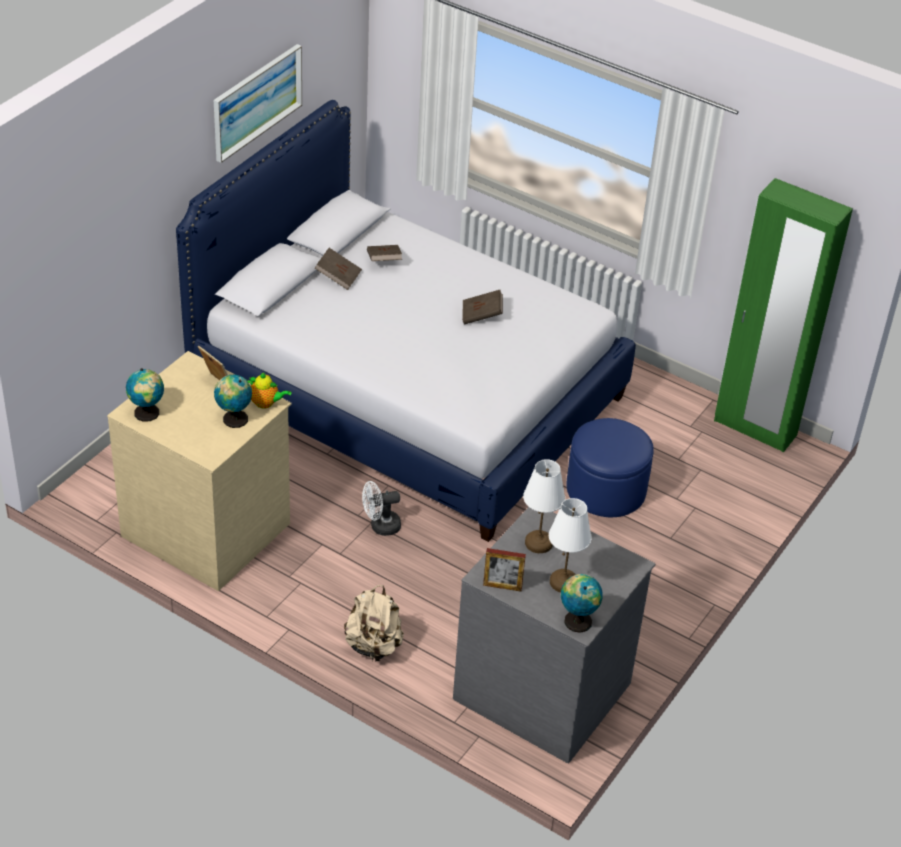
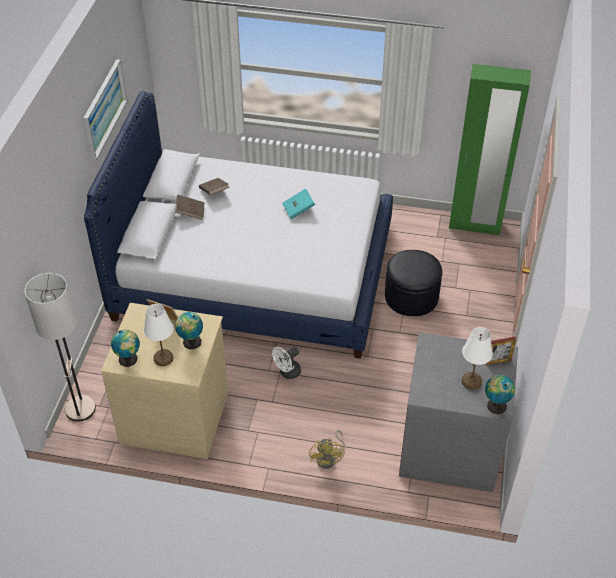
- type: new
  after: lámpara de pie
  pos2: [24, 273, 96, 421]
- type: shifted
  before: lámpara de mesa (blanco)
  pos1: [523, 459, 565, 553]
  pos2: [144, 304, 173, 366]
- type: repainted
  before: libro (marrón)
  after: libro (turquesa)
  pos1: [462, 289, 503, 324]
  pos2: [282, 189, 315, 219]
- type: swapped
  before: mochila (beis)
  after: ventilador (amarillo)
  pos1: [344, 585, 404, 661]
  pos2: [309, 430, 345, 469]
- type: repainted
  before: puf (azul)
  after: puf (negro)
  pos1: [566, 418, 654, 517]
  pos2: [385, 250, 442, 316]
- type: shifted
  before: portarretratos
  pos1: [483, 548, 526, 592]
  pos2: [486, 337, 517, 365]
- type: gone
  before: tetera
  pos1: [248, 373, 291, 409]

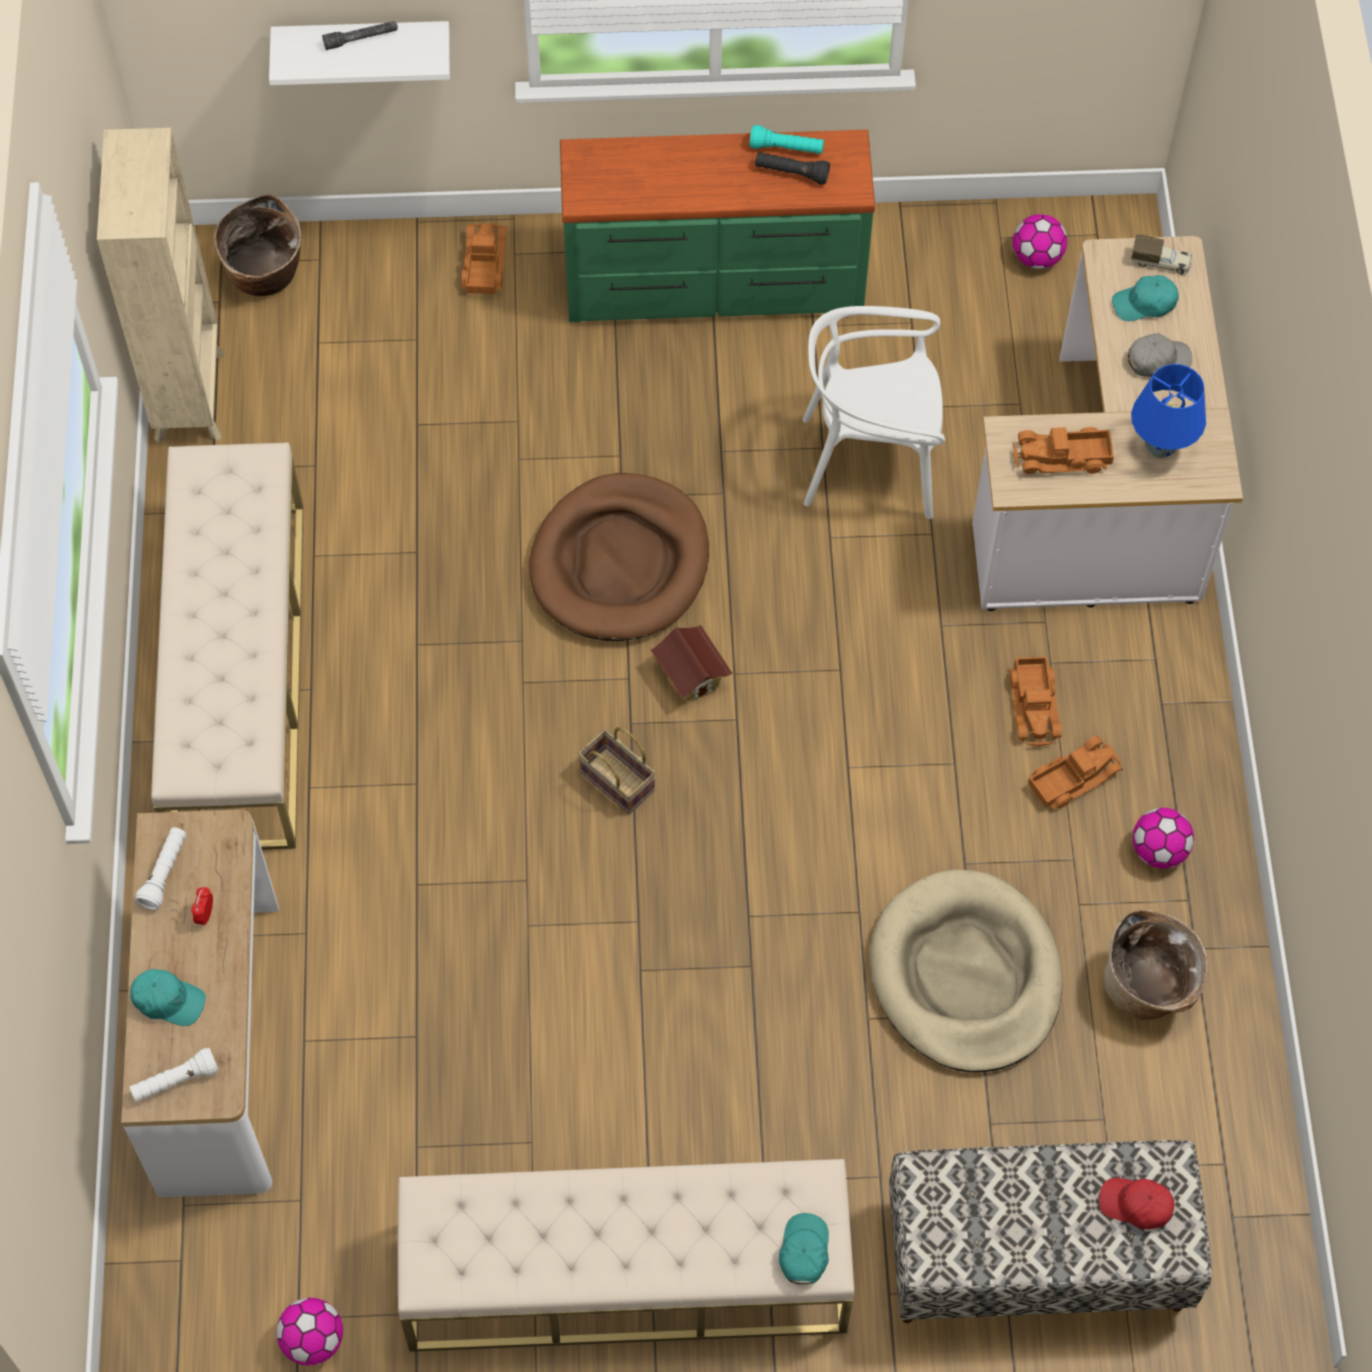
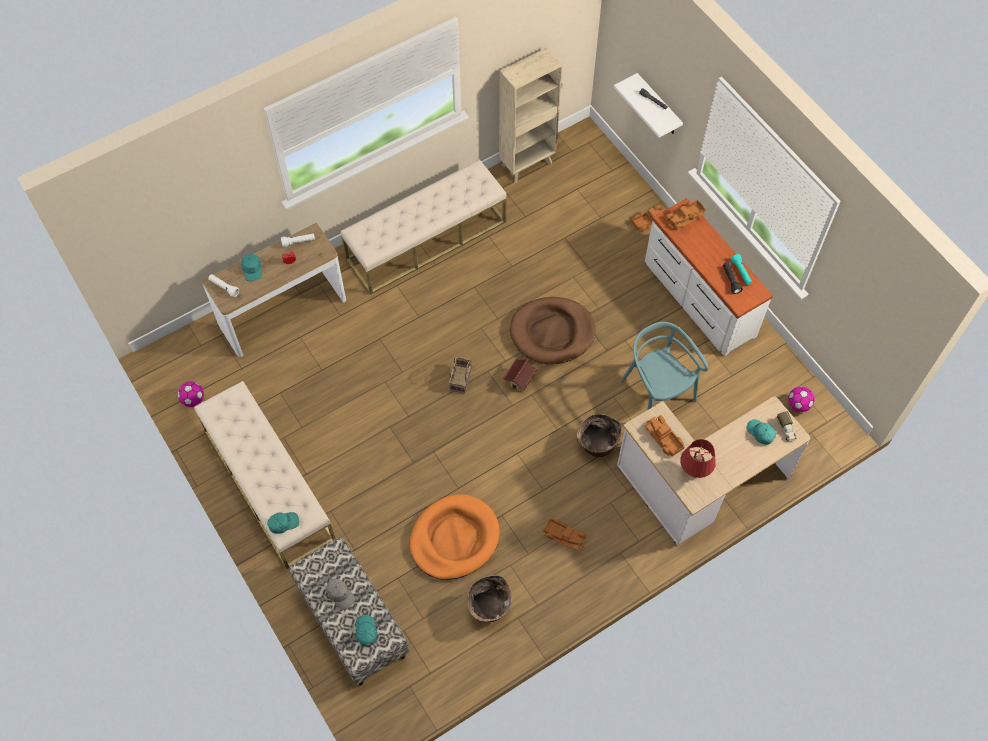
- type: shifted
  before: gorra (gris)
  pos1: [1128, 333, 1192, 377]
  pos2: [326, 579, 355, 609]
- type: repainted
  before: gorra (rojo)
  after: gorra (turquesa)
  pos1: [1099, 1178, 1174, 1229]
  pos2: [356, 615, 378, 646]
- type: repainted
  before: cama para perro (beis)
  after: cama para perro (naranja)
  pos1: [870, 870, 1062, 1072]
  pos2: [410, 494, 500, 580]
- type: shifted
  before: cesta
  pos1: [214, 194, 301, 296]
  pos2: [576, 414, 622, 457]
- type: repainted
  before: silla (blanco)
  after: silla (turquesa)
  pos1: [802, 306, 945, 519]
  pos2: [621, 322, 709, 410]
- type: repainted
  before: cómoda (verde)
  after: cómoda (blanco)
  pos1: [560, 130, 875, 322]
  pos2: [645, 198, 773, 356]
- type: shifted
  before: camión de juguete
  pos1: [1009, 657, 1062, 746]
  pos2: [666, 200, 706, 230]
- type: repainted
  before: lámpara de mesa (azul)
  after: lámpara de mesa (rojo)
  pos1: [1131, 364, 1206, 458]
  pos2: [680, 439, 716, 478]
- type: gone
  before: balón de fútbol
  pos1: [1133, 808, 1194, 868]

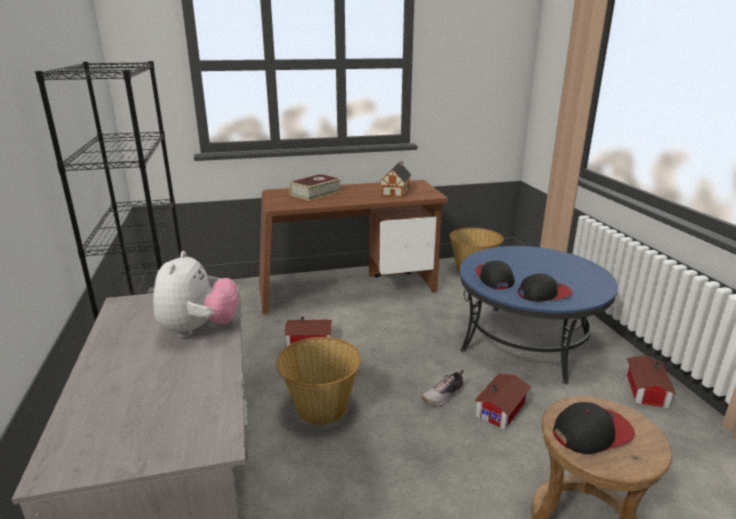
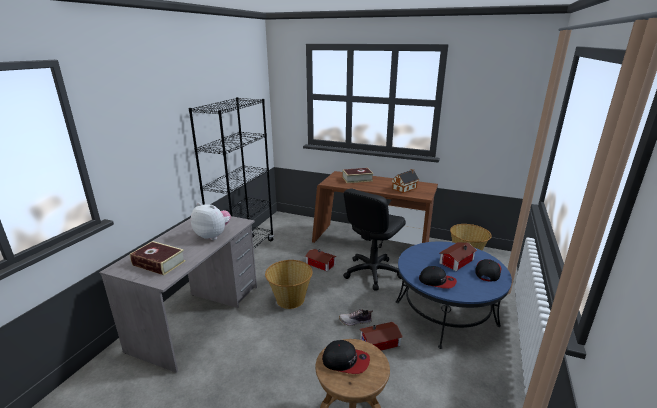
- type: new
  after: libro
  pos2: [130, 241, 186, 275]
- type: rotated
  before: peluche
  pos1: [153, 251, 239, 337]
  pos2: [191, 203, 231, 240]
  turn: -105
- type: new
  after: silla de oficina (negro)
  pos2: [343, 188, 406, 291]
- type: shifted
  before: casita
  pos1: [626, 355, 676, 408]
  pos2: [439, 242, 477, 271]
- type: shifted
  before: gorra
  pos1: [476, 261, 514, 289]
  pos2: [475, 259, 501, 281]

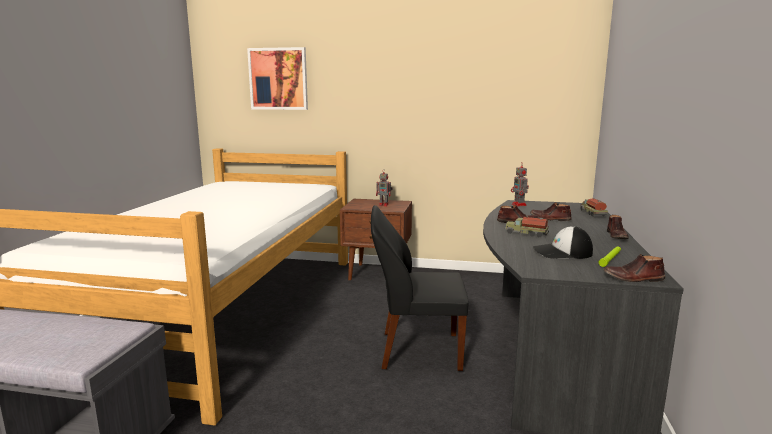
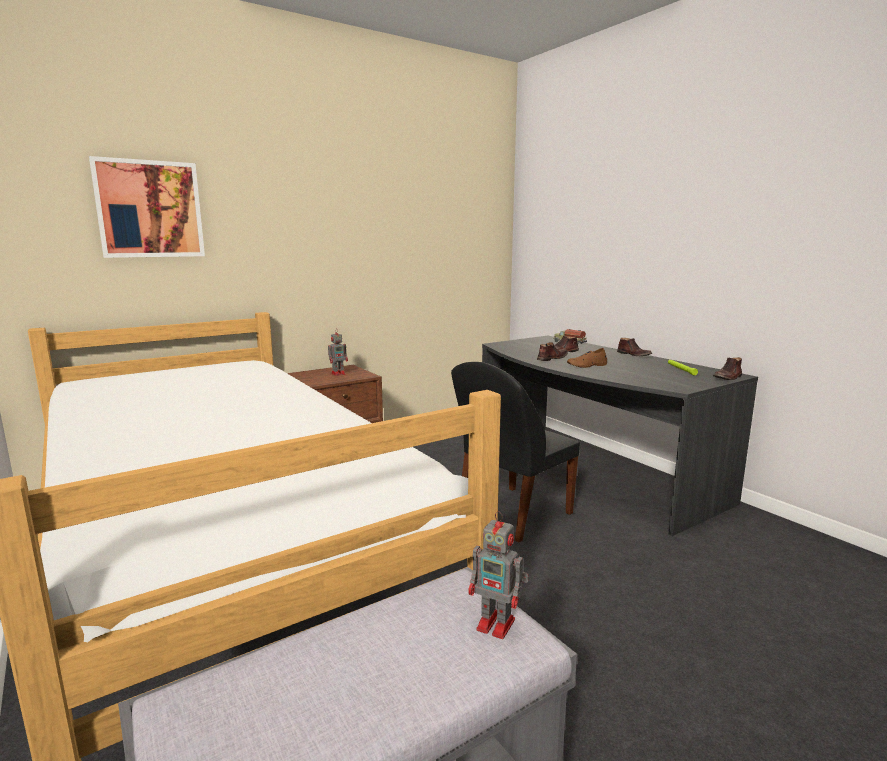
- type: shifted
  before: robot de juguete
  pos1: [511, 163, 529, 207]
  pos2: [468, 511, 529, 639]
- type: swapped
  before: camión de juguete
  after: zapato (marrón)
  pos1: [505, 217, 549, 237]
  pos2: [567, 348, 607, 368]
- type: gone
  before: gorra
  pos1: [533, 226, 593, 259]

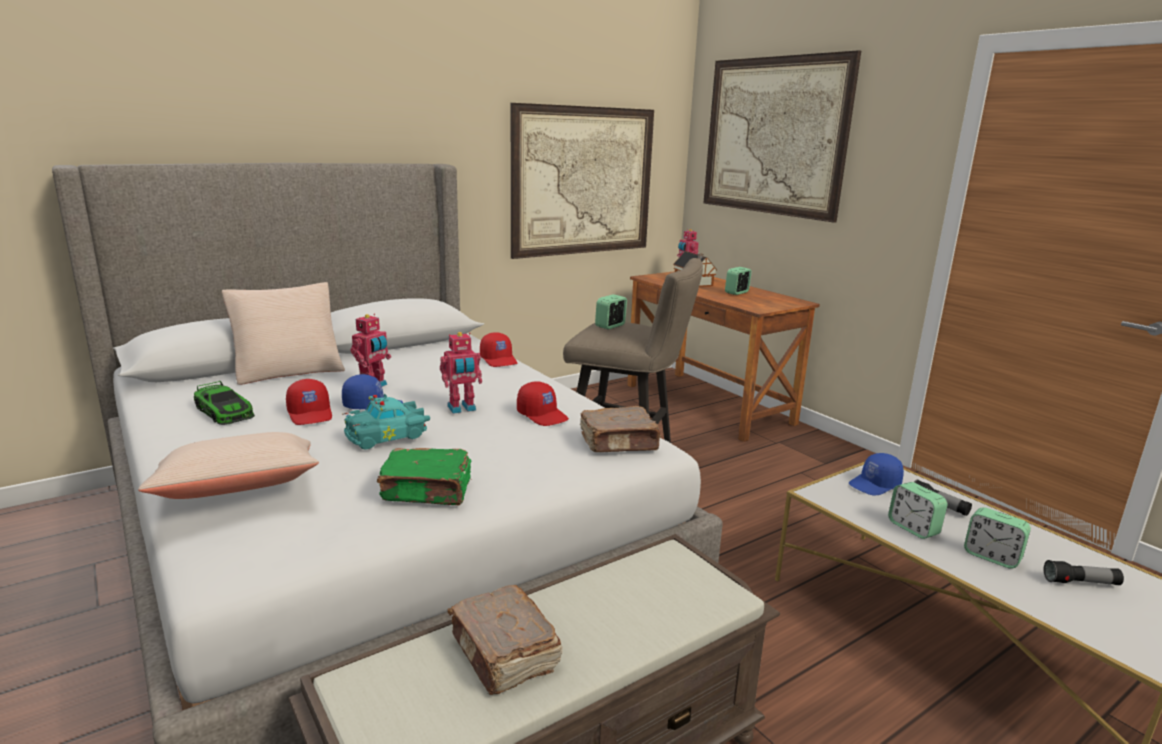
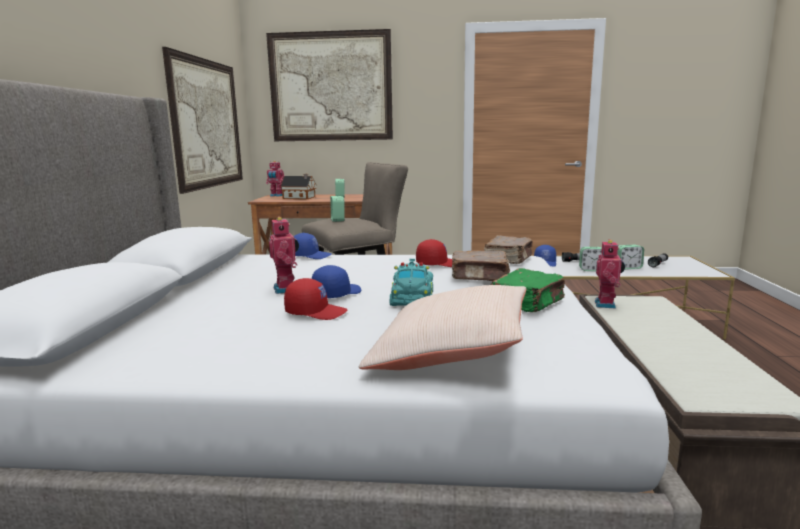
- type: repainted
  before: gorra (rojo)
  after: gorra (azul)
  pos1: [480, 332, 518, 367]
  pos2: [293, 233, 332, 259]
- type: shifted
  before: libro (marrón)
  pos1: [448, 585, 563, 695]
  pos2: [452, 250, 510, 281]
- type: shifted
  before: robot de juguete
  pos1: [440, 332, 482, 414]
  pos2: [595, 239, 625, 309]
- type: gone
  before: coche de juguete
  pos1: [194, 381, 255, 425]
- type: gone
  before: cojín (beis)
  pos1: [222, 282, 345, 385]

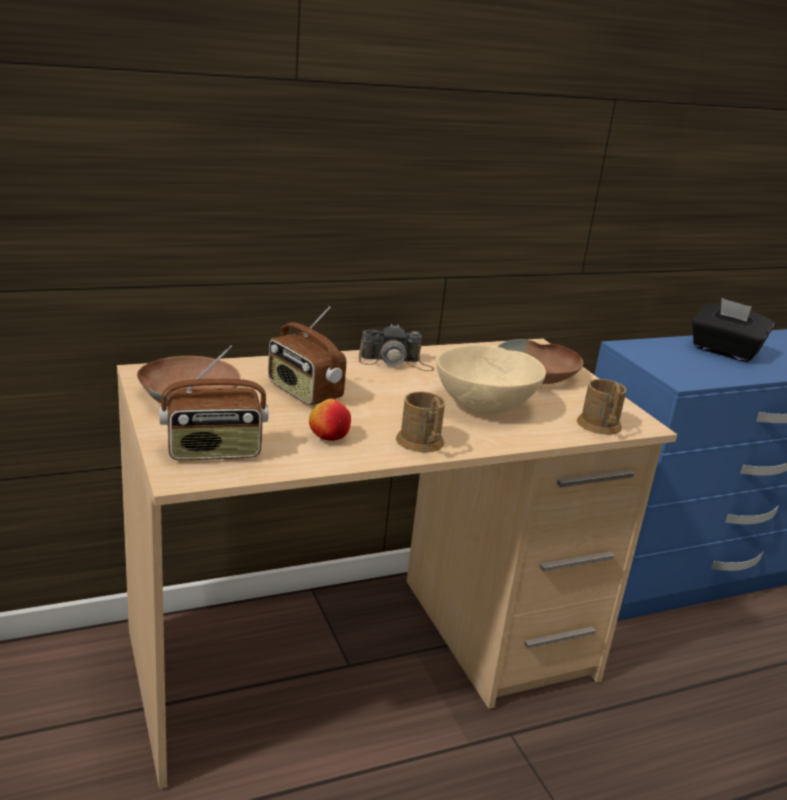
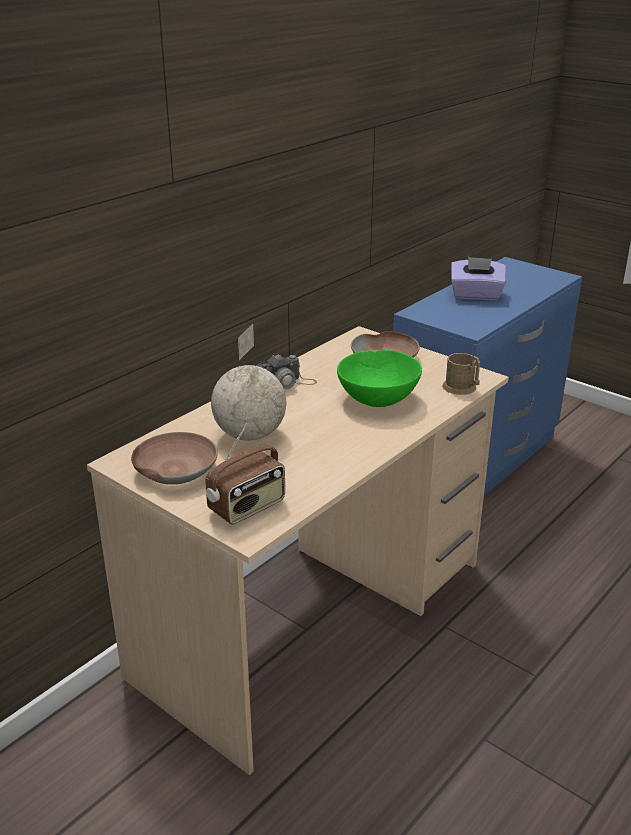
- type: swapped
  before: radio
  after: globo terráqueo
  pos1: [268, 307, 346, 405]
  pos2: [211, 324, 286, 441]
- type: repainted
  before: cuenco (beis)
  after: cuenco (verde)
  pos1: [436, 345, 546, 414]
  pos2: [337, 350, 422, 407]
- type: repainted
  before: caja de pañuelos (negro)
  after: caja de pañuelos (morado)
  pos1: [692, 298, 775, 362]
  pos2: [451, 257, 506, 300]
- type: gone
  before: manzana
  pos1: [309, 398, 351, 441]
- type: gone
  before: taza grande (marrón)
  pos1: [396, 392, 445, 453]

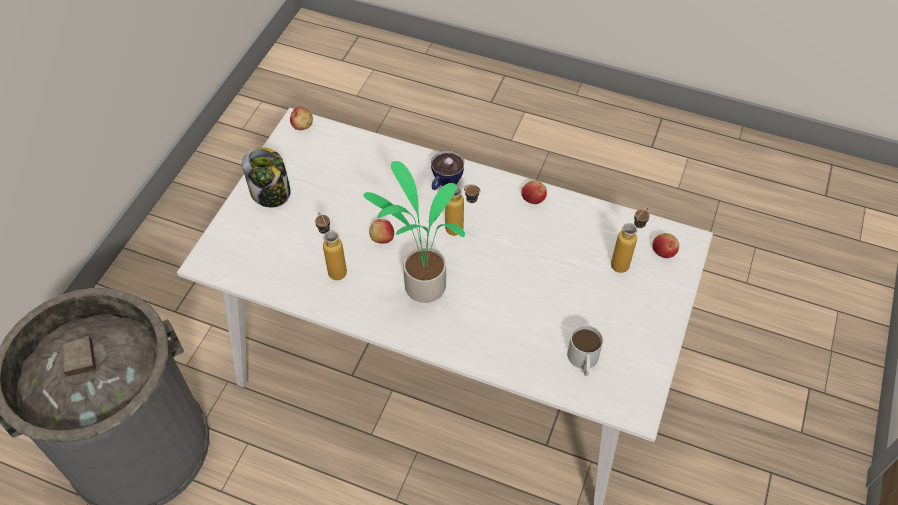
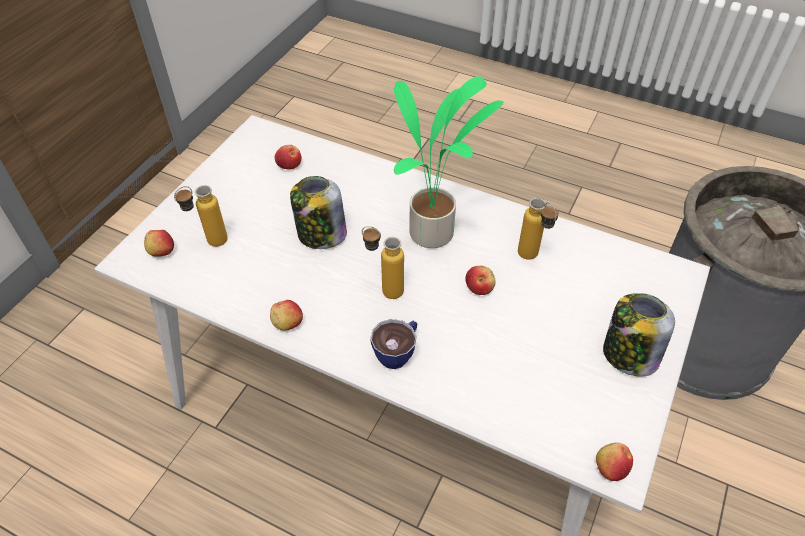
- type: swapped
  before: taza grande (blanco)
  after: manzana
  pos1: [567, 325, 603, 376]
  pos2: [275, 145, 302, 170]
- type: new
  after: tarro
  pos2: [290, 176, 347, 249]

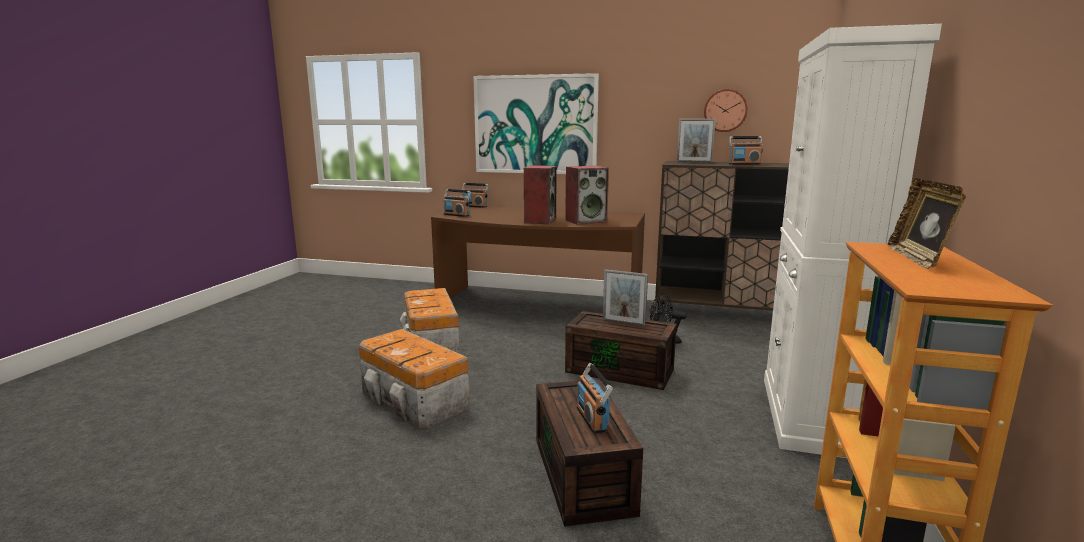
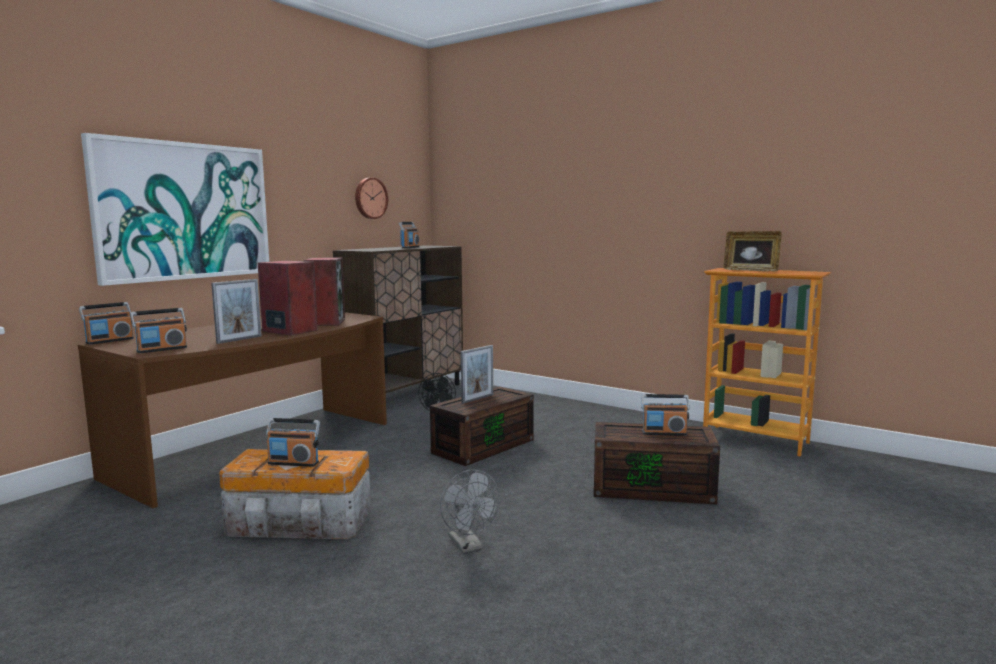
- type: shifted
  before: portarretratos
  pos1: [677, 119, 716, 163]
  pos2: [211, 279, 262, 344]
- type: new
  after: radio
  pos2: [266, 418, 320, 467]
- type: swapped
  before: caja de almacenaje
  after: ventilador (gris)
  pos1: [359, 329, 470, 428]
  pos2: [440, 469, 500, 553]
- type: gone
  before: armario (blanco)
  pos1: [764, 24, 942, 458]

